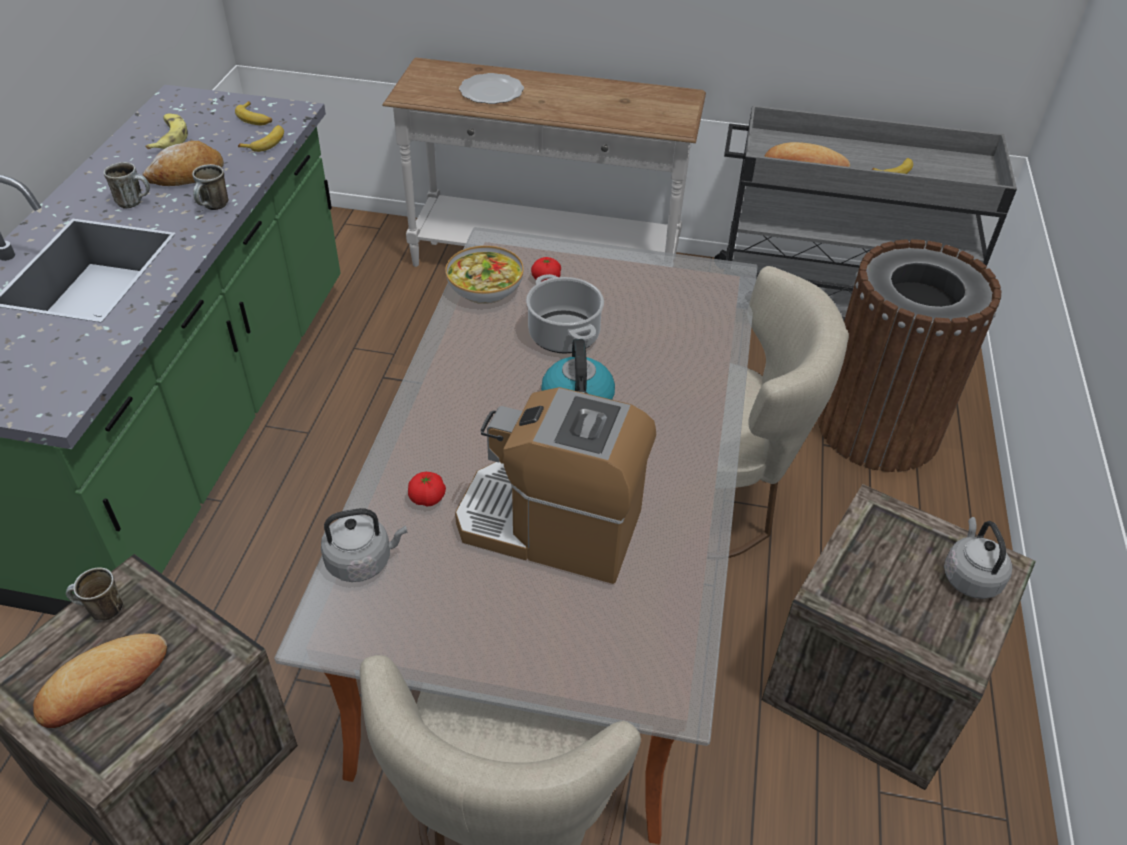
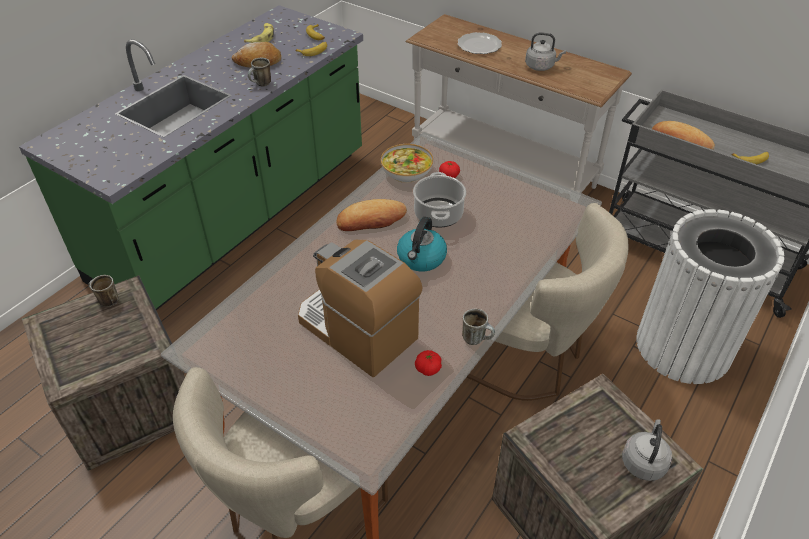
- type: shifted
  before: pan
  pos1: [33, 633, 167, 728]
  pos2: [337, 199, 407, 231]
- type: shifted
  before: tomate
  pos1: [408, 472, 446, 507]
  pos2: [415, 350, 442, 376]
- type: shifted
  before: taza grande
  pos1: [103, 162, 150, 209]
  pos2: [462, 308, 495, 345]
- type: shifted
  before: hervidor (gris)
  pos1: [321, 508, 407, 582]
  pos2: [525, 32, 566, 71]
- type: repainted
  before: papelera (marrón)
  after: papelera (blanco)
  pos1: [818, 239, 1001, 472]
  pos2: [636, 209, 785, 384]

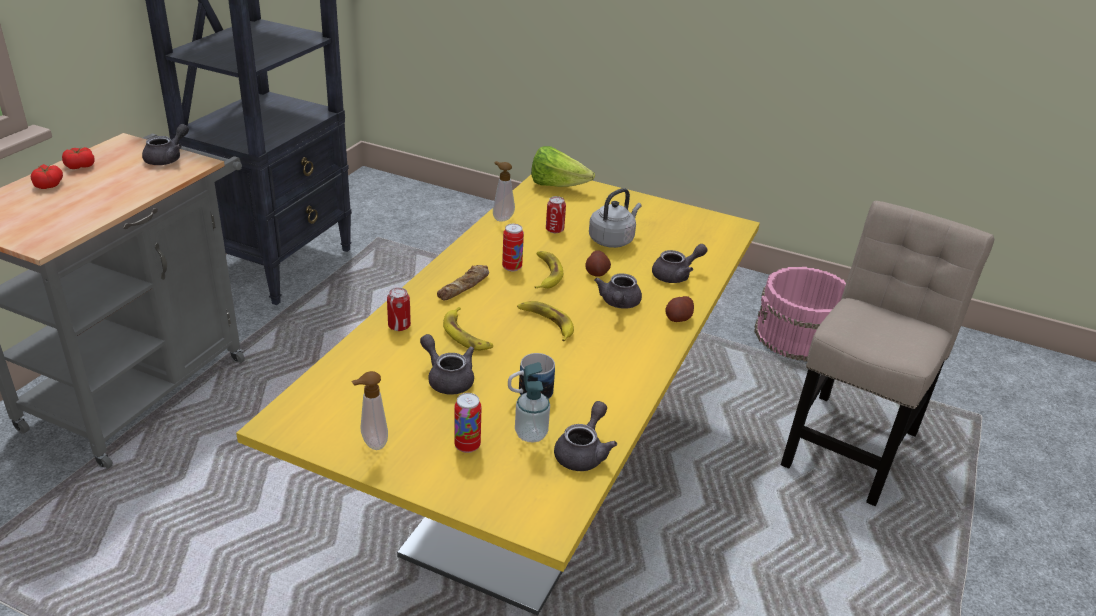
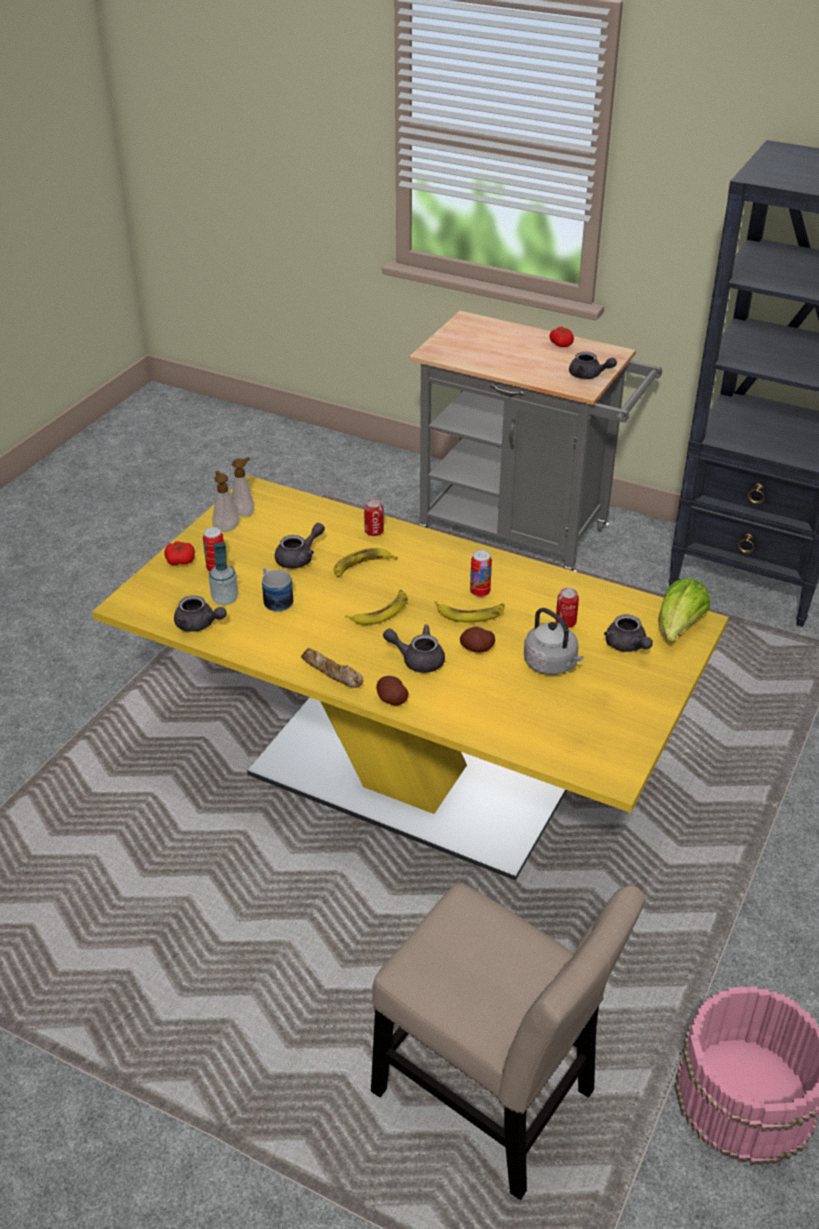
- type: shifted
  before: tomate
  pos1: [31, 164, 63, 189]
  pos2: [164, 542, 195, 565]
- type: shifted
  before: dispensador de jabón
  pos1: [493, 161, 515, 222]
  pos2: [232, 457, 254, 517]
- type: shifted
  before: pan
  pos1: [437, 265, 489, 300]
  pos2: [301, 648, 363, 688]
- type: shifted
  before: tetera (gris)
  pos1: [652, 244, 708, 283]
  pos2: [604, 614, 653, 652]

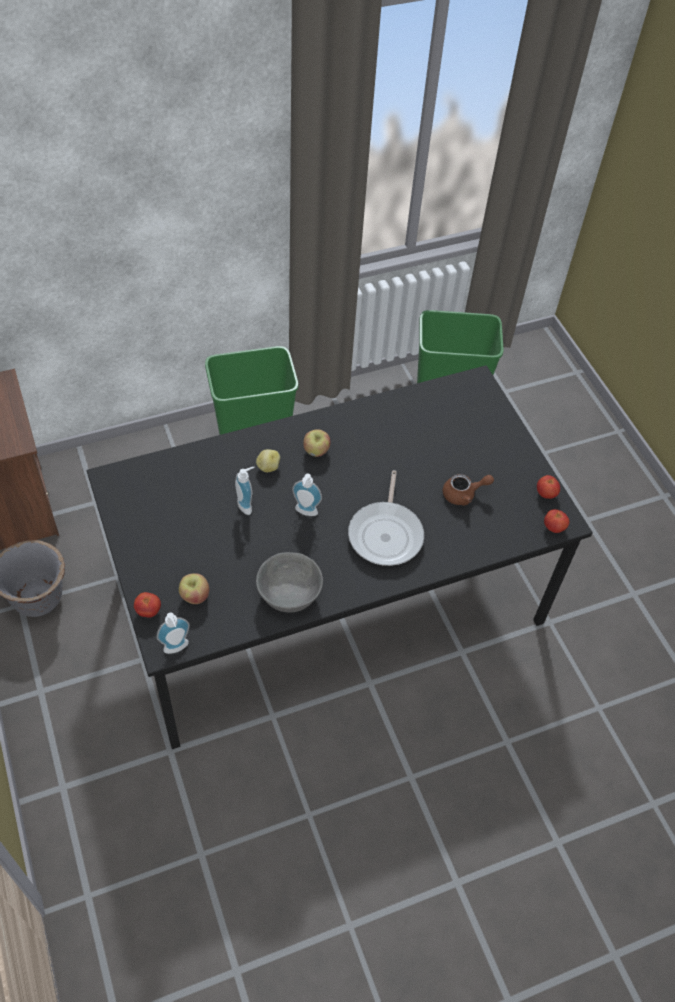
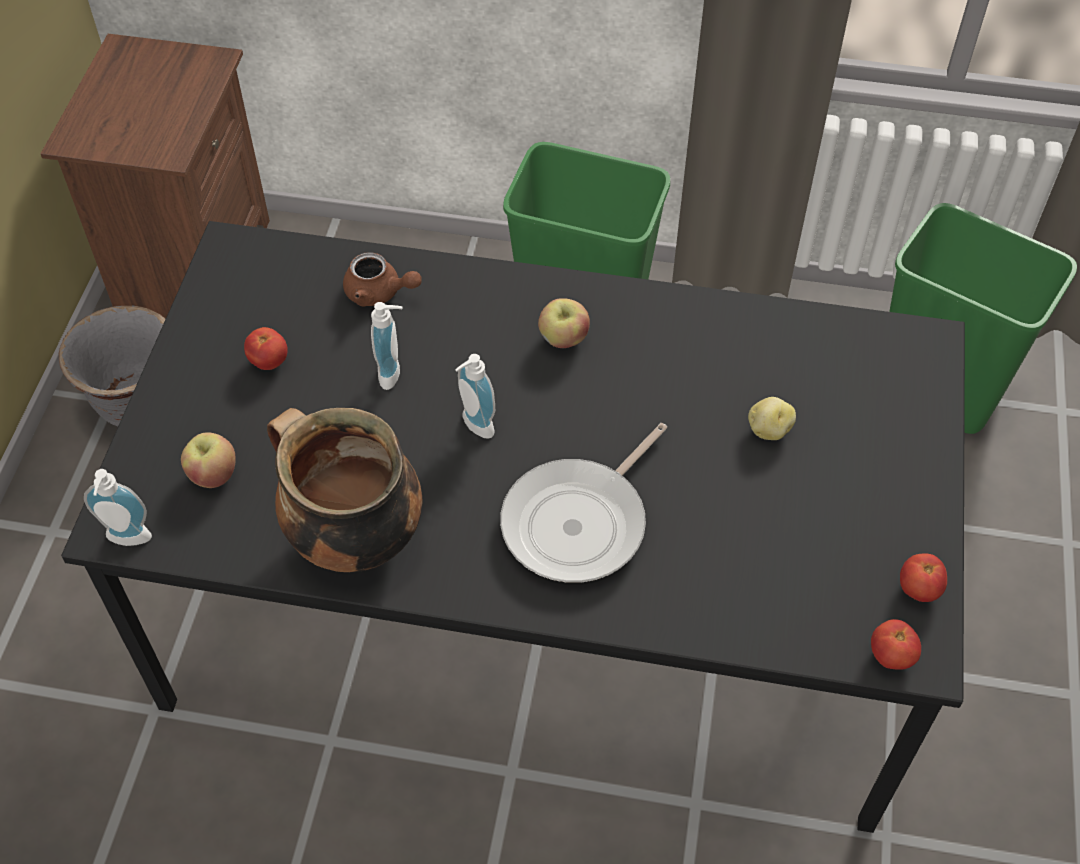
- type: shifted
  before: tomate
  pos1: [134, 592, 161, 618]
  pos2: [244, 327, 288, 370]
- type: swapped
  before: cuenco (gris)
  after: olla
  pos1: [256, 552, 323, 612]
  pos2: [267, 408, 422, 573]
- type: shifted
  before: tetera (marrón)
  pos1: [443, 474, 494, 506]
  pos2: [343, 252, 422, 306]
- type: shifted
  before: patata
  pos1: [256, 449, 280, 472]
  pos2: [748, 397, 796, 440]

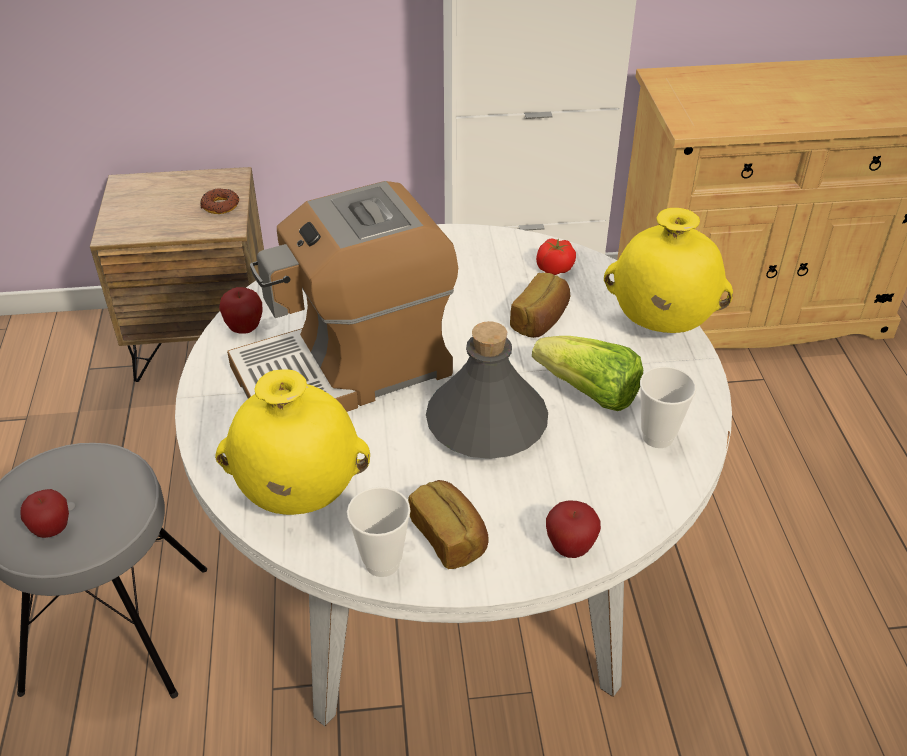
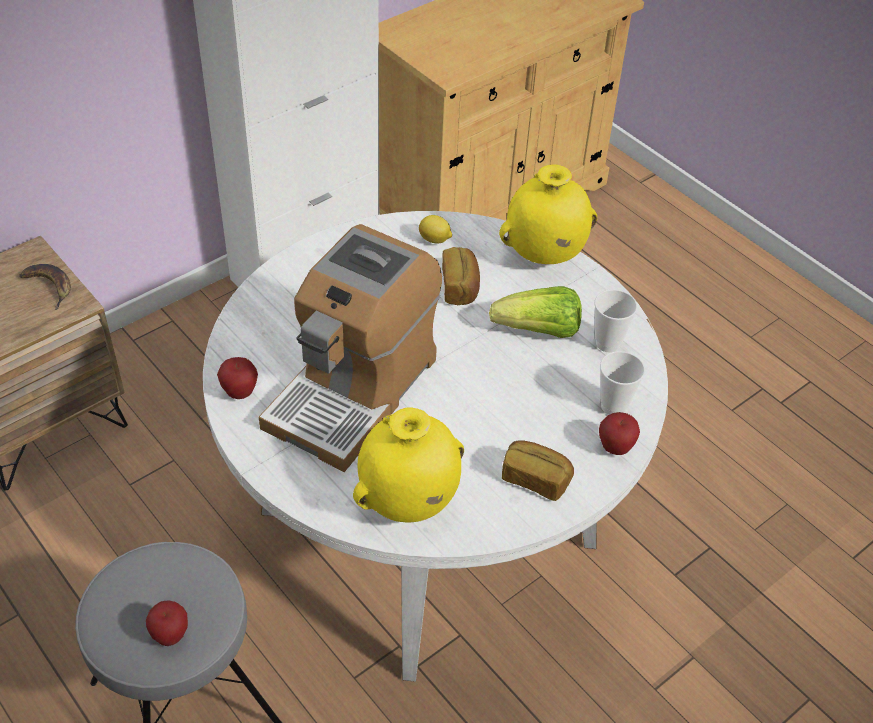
- type: swapped
  before: rosquilla
  after: plátano
  pos1: [200, 188, 239, 214]
  pos2: [20, 264, 71, 310]
- type: swapped
  before: tomate
  after: limón
  pos1: [536, 238, 576, 275]
  pos2: [419, 215, 452, 244]
- type: shifted
  before: taza
  pos1: [347, 487, 410, 577]
  pos2: [600, 351, 645, 415]
- type: gone
  before: botella (gris)
  pos1: [426, 321, 548, 459]

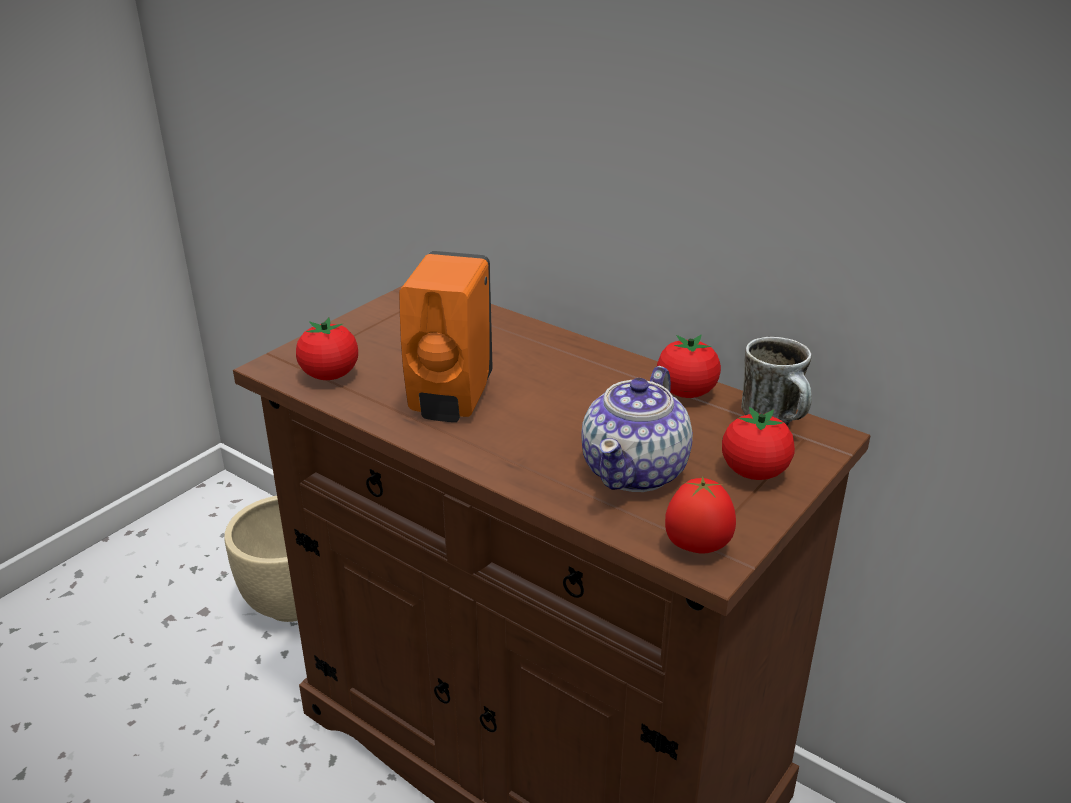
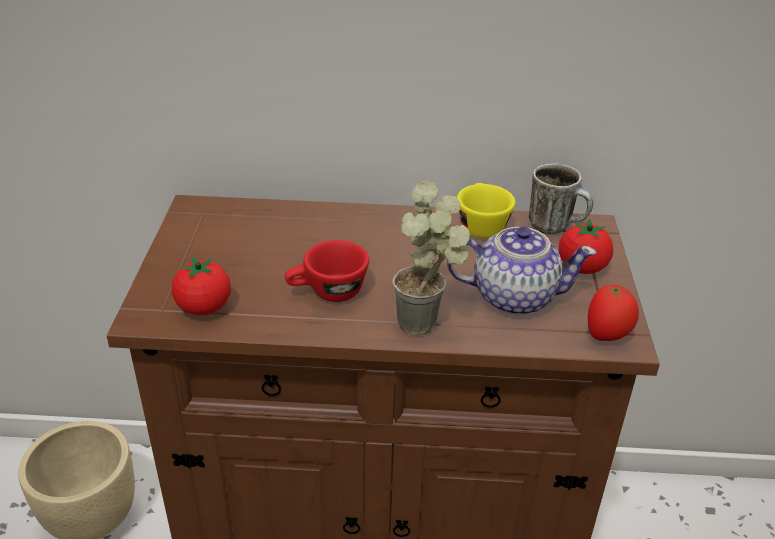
- type: swapped
  before: dispensador de jabón (naranja)
  after: taza (rojo)
  pos1: [399, 251, 493, 422]
  pos2: [285, 240, 369, 302]
- type: new
  after: planta en maceta
  pos2: [393, 180, 471, 336]
- type: rotated
  before: tetera
  pos1: [582, 366, 693, 492]
  pos2: [447, 226, 597, 315]
  turn: -75
- type: swapped
  before: tomate
  after: taza (amarillo)
  pos1: [657, 335, 721, 398]
  pos2: [457, 183, 515, 238]

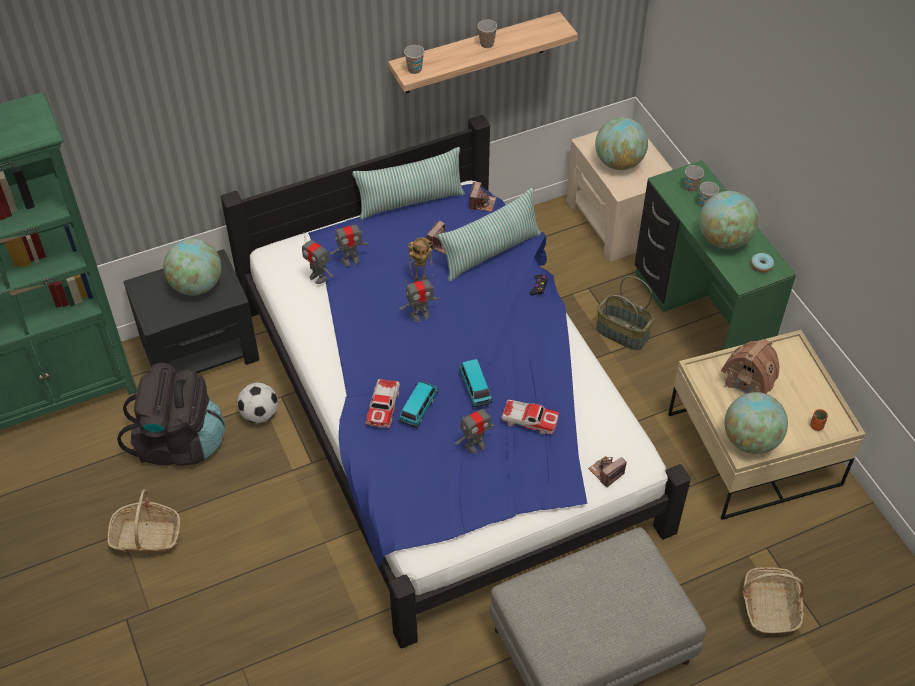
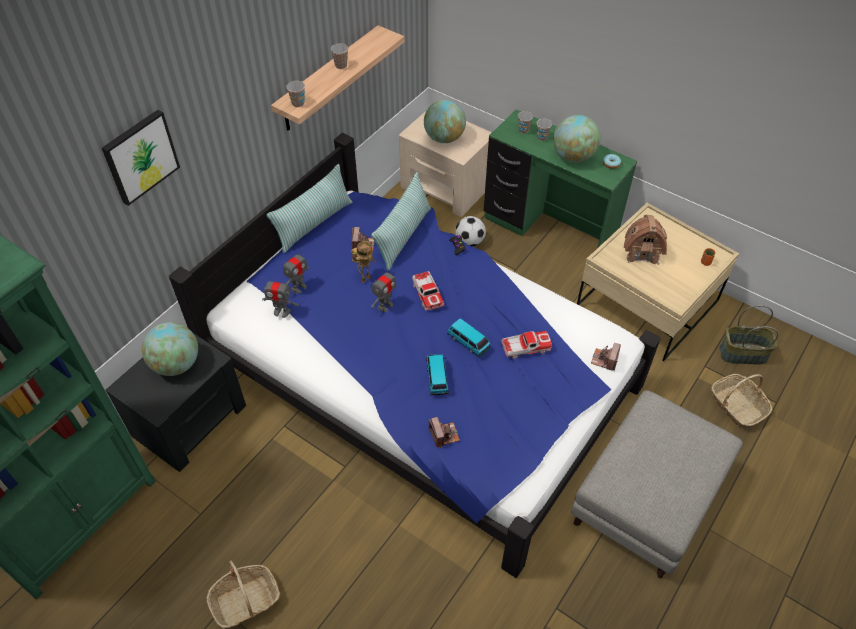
- type: new
  after: cuadro
  pos2: [102, 110, 180, 206]
- type: shifted
  before: coche de juguete
  pos1: [366, 379, 400, 428]
  pos2: [412, 271, 445, 310]
- type: shifted
  before: cámara
  pos1: [469, 182, 496, 212]
  pos2: [429, 417, 460, 448]
- type: shifted
  before: balón de fútbol
  pos1: [237, 382, 278, 423]
  pos2: [455, 216, 486, 247]
- type: shifted
  before: cesta
  pos1: [596, 276, 654, 350]
  pos2: [719, 305, 779, 364]
- type: gone
  before: mochila (negro)
  pos1: [117, 363, 225, 466]
- type: gone
  before: robot de juguete
  pos1: [455, 404, 495, 453]
- type: gone
  before: globo terráqueo
  pos1: [725, 392, 788, 454]

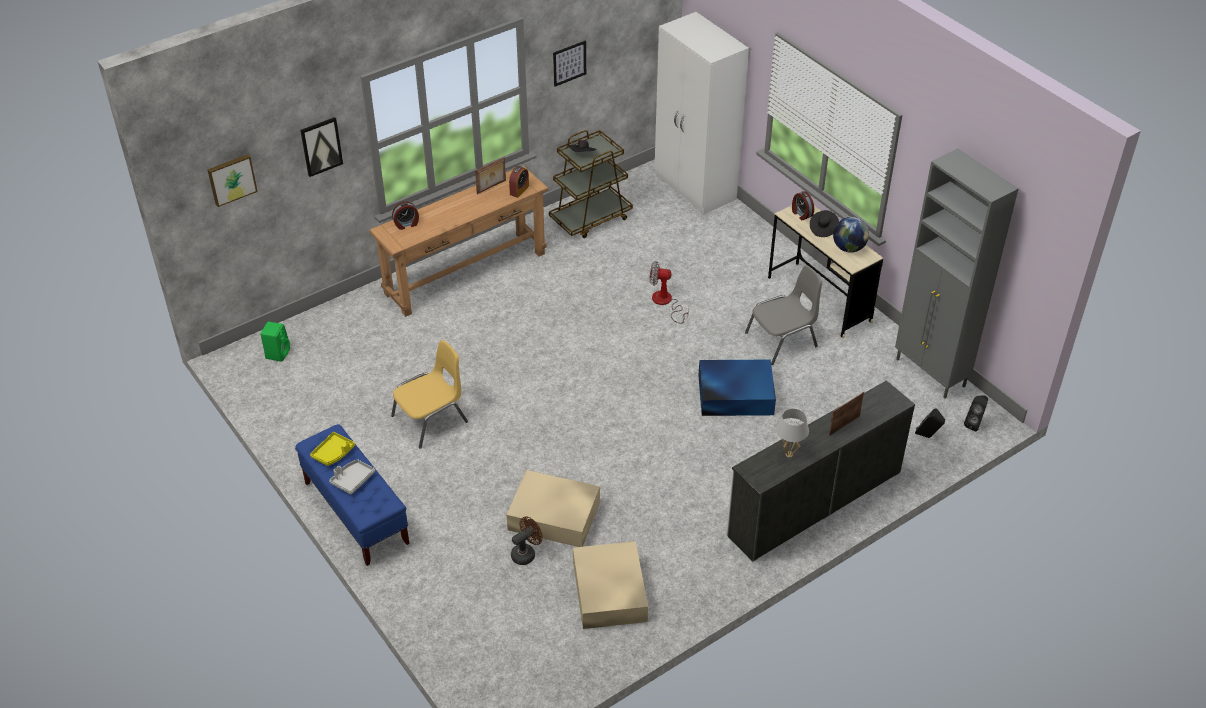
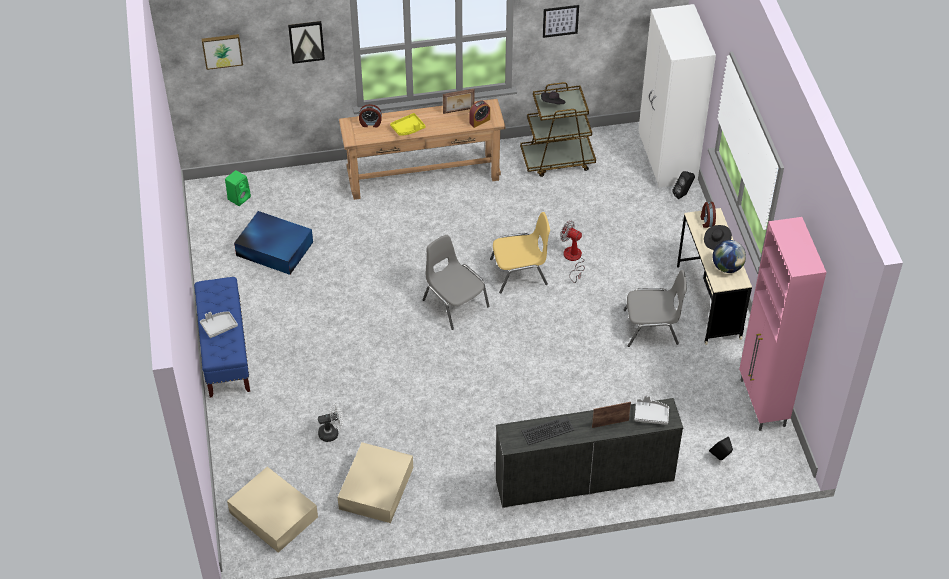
- type: shifted
  before: caja de almacenaje (beis)
  pos1: [507, 470, 600, 547]
  pos2: [227, 467, 318, 553]
- type: shifted
  before: caja de almacenaje (azul)
  pos1: [698, 360, 776, 416]
  pos2: [234, 211, 313, 275]
- type: repainted
  before: ventilador (marrón)
  after: ventilador (blanco)
  pos1: [511, 516, 543, 565]
  pos2: [318, 403, 343, 442]
- type: shifted
  before: bandeja (amarillo)
  pos1: [310, 432, 355, 466]
  pos2: [390, 113, 425, 136]
- type: new
  after: silla (gris)
  pos2: [423, 235, 490, 330]
- type: shifted
  before: silla (amarillo)
  pos1: [391, 340, 468, 448]
  pos2: [490, 212, 550, 294]
- type: swapped
  before: lámpara de mesa (blanco)
  after: teclado
  pos1: [776, 409, 809, 458]
  pos2: [522, 416, 574, 445]
- type: new
  after: bandeja (gris)
  pos2: [635, 396, 669, 425]
- type: shifted
  before: altavoz (negro)
  pos1: [964, 395, 988, 431]
  pos2: [672, 171, 695, 199]
- type: repainted
  before: armario (gris)
  after: armario (rosa)
  pos1: [895, 149, 1019, 398]
  pos2: [739, 217, 826, 431]

